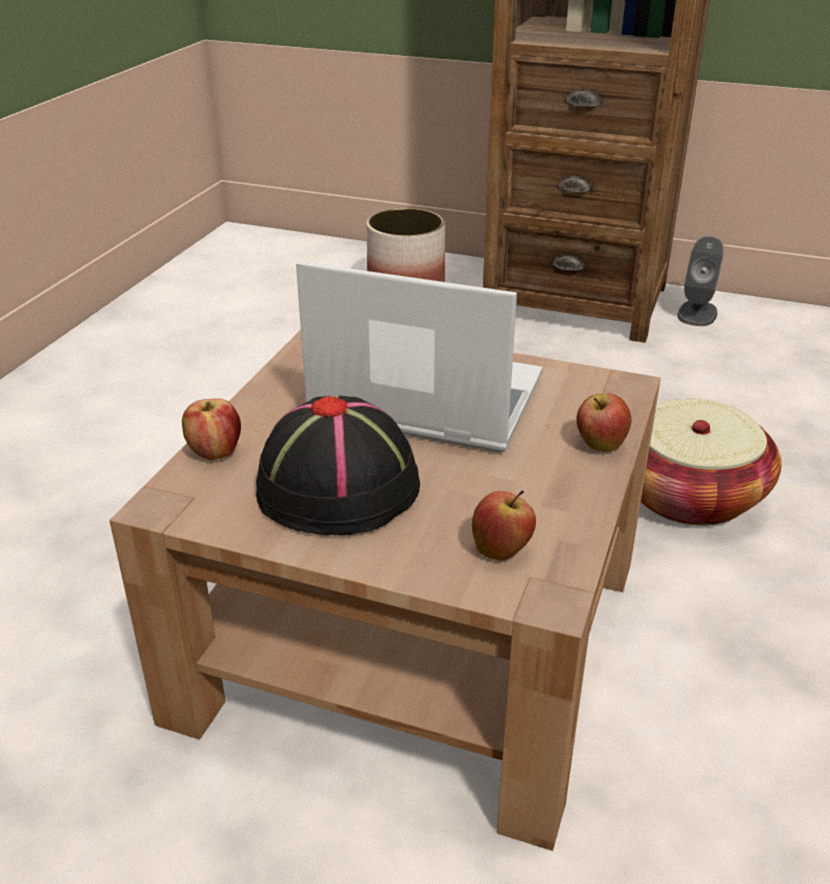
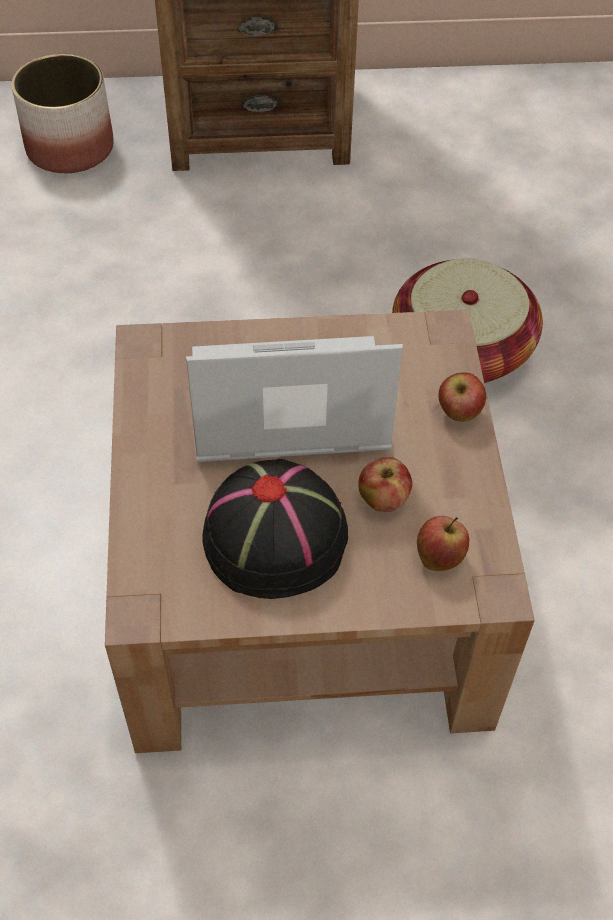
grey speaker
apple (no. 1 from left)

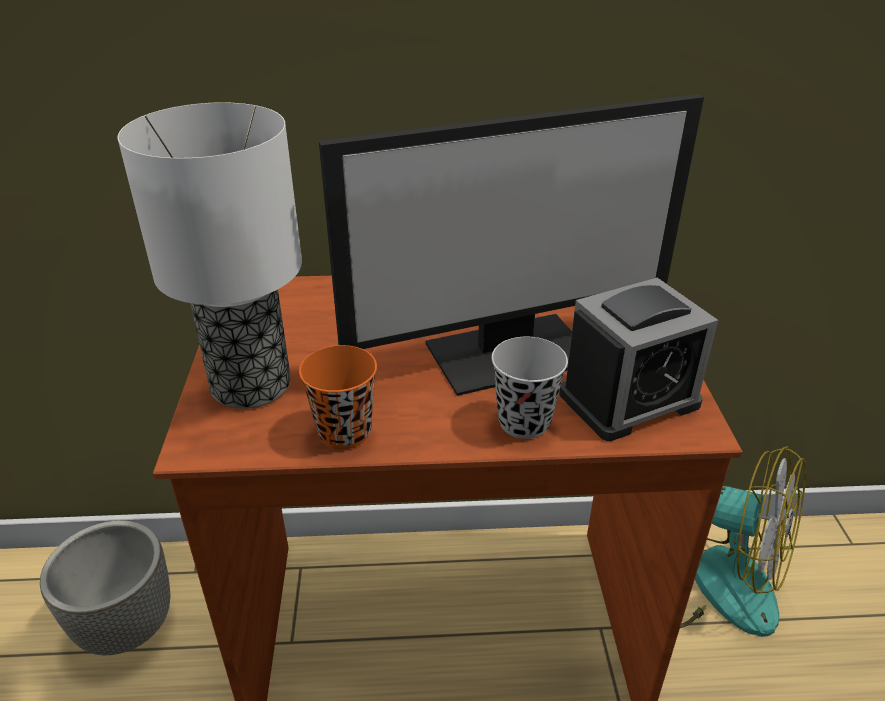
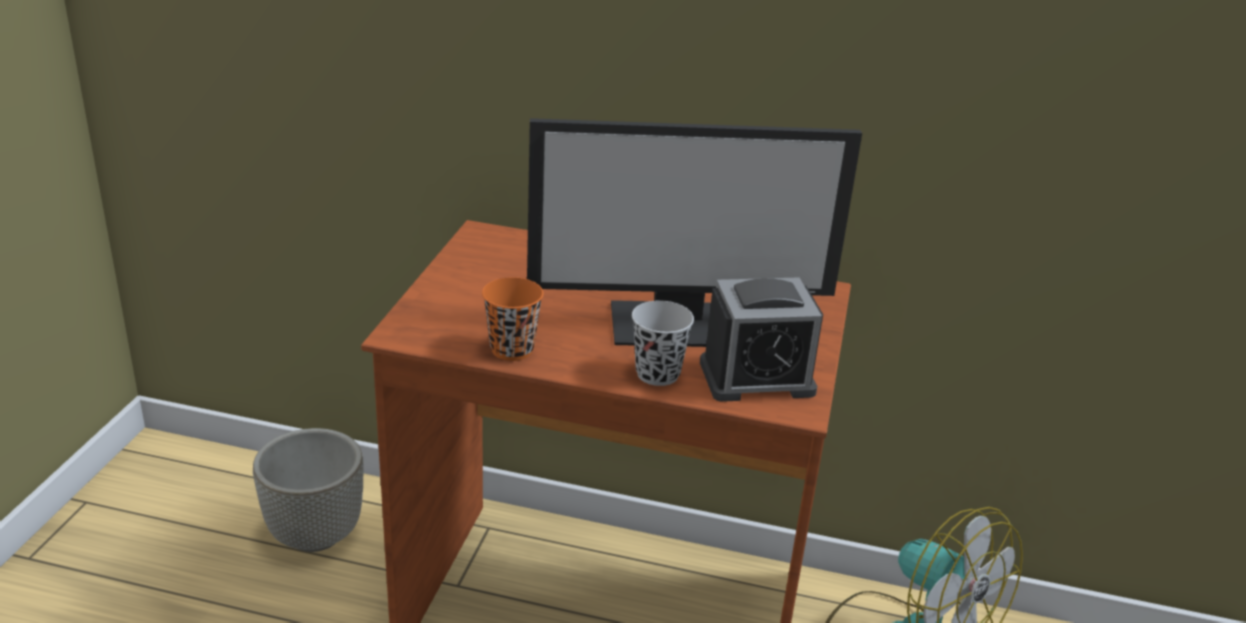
table lamp

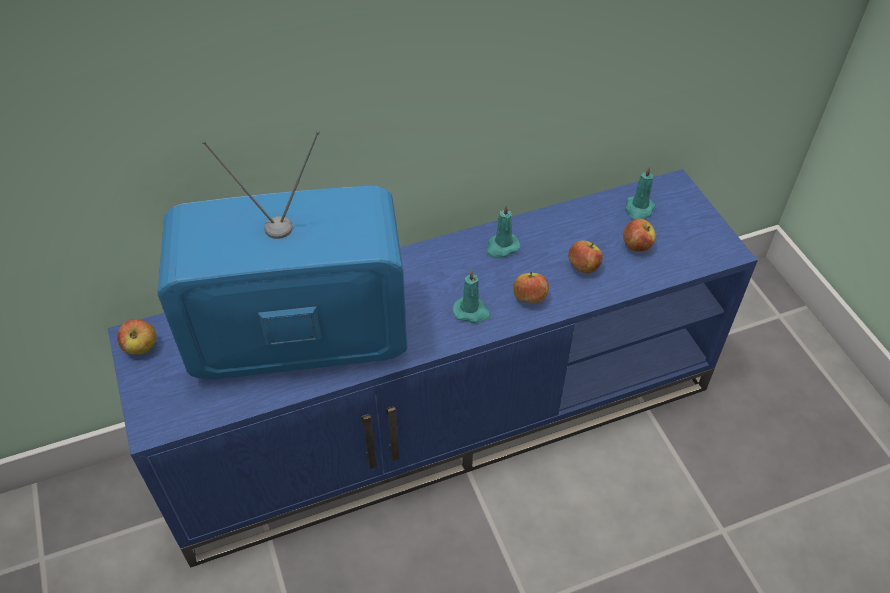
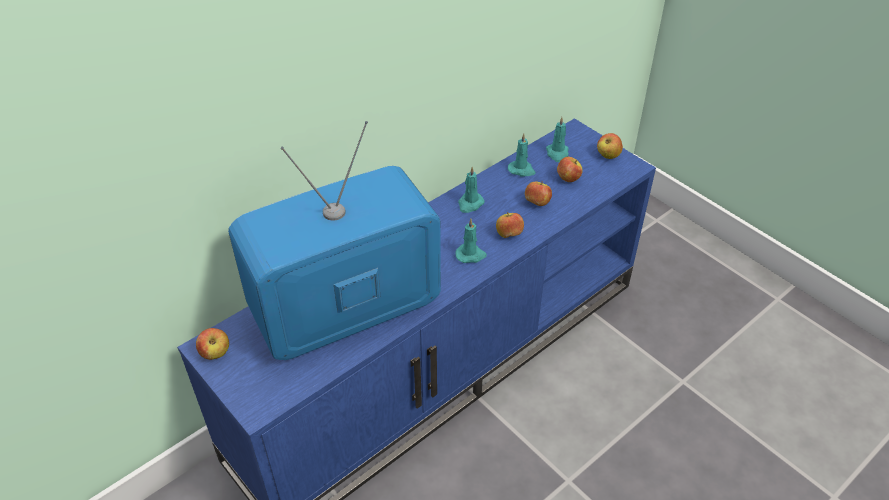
turquoise candle (no. 3 from left)
apple (no. 5 from left)

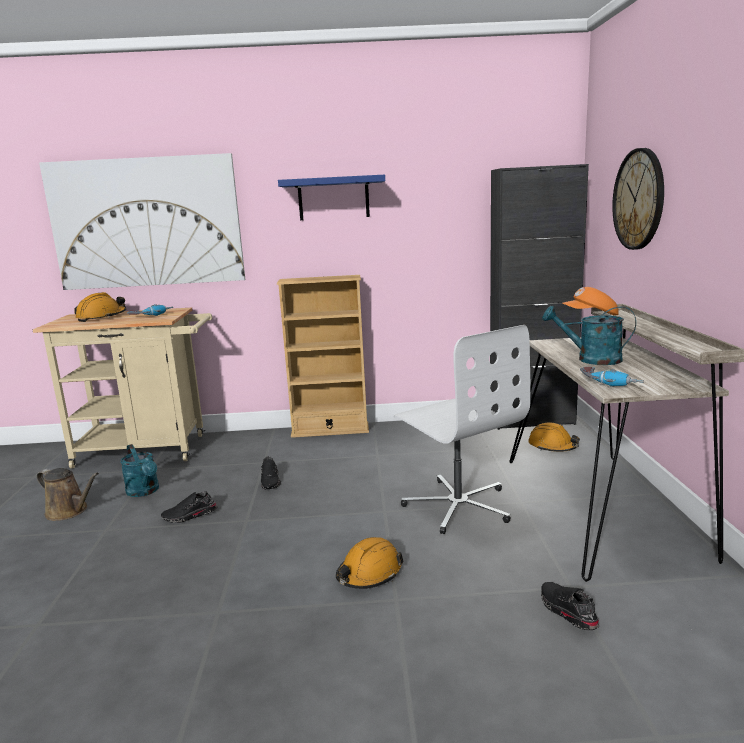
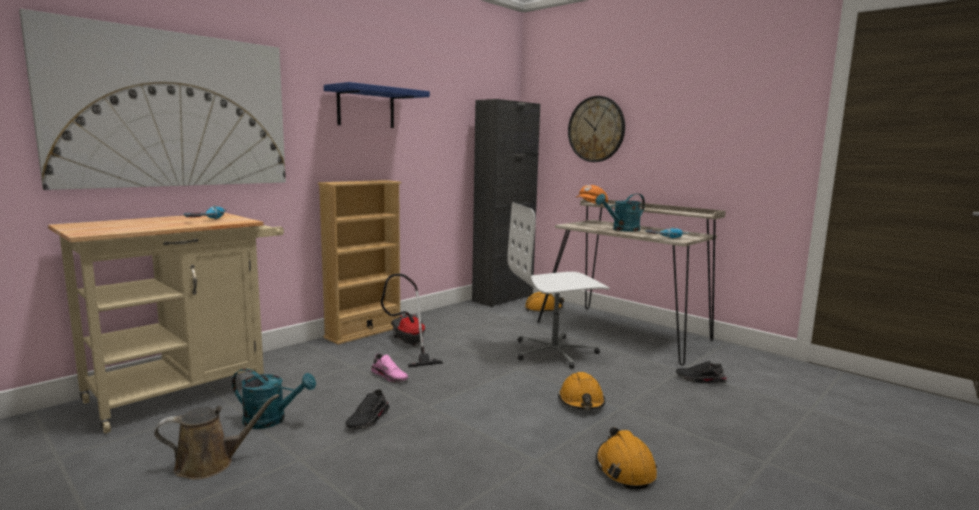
vacuum cleaner
orange hard hat (no. 3 from left)
pink shoe
white office chair

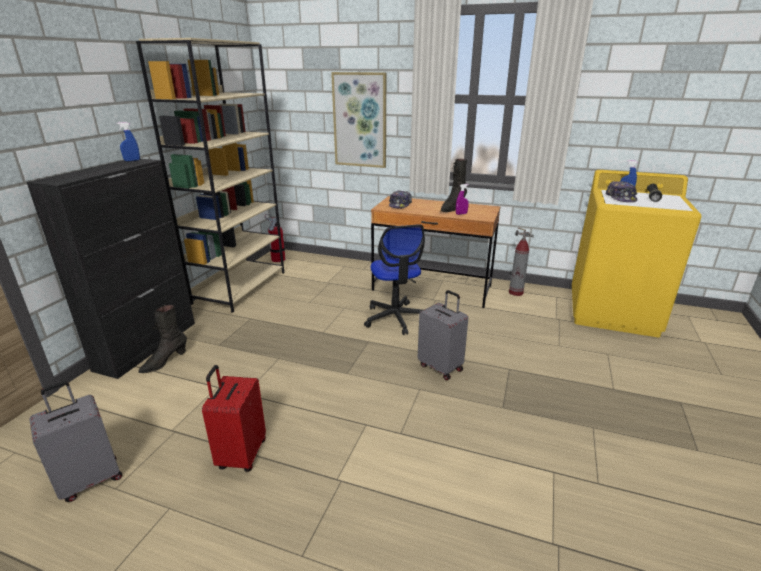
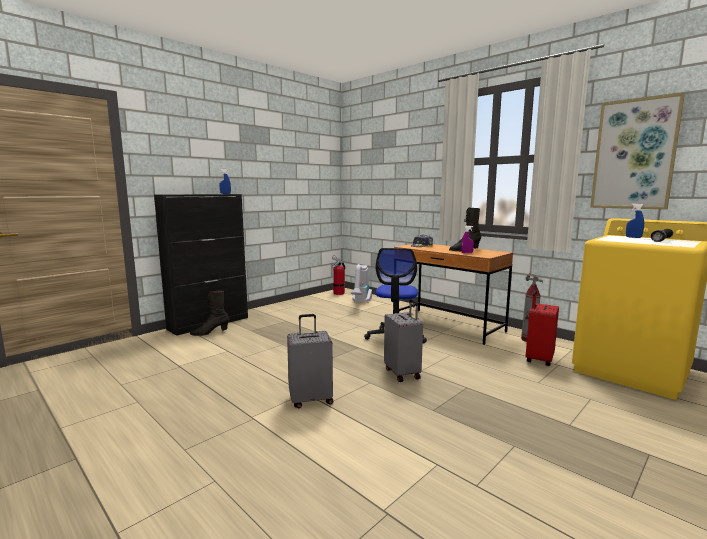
beige bookcase
cap (no. 2 from left in the first image)
vacuum cleaner
grey suitcase (no. 1 from left)
red suitcase
picture

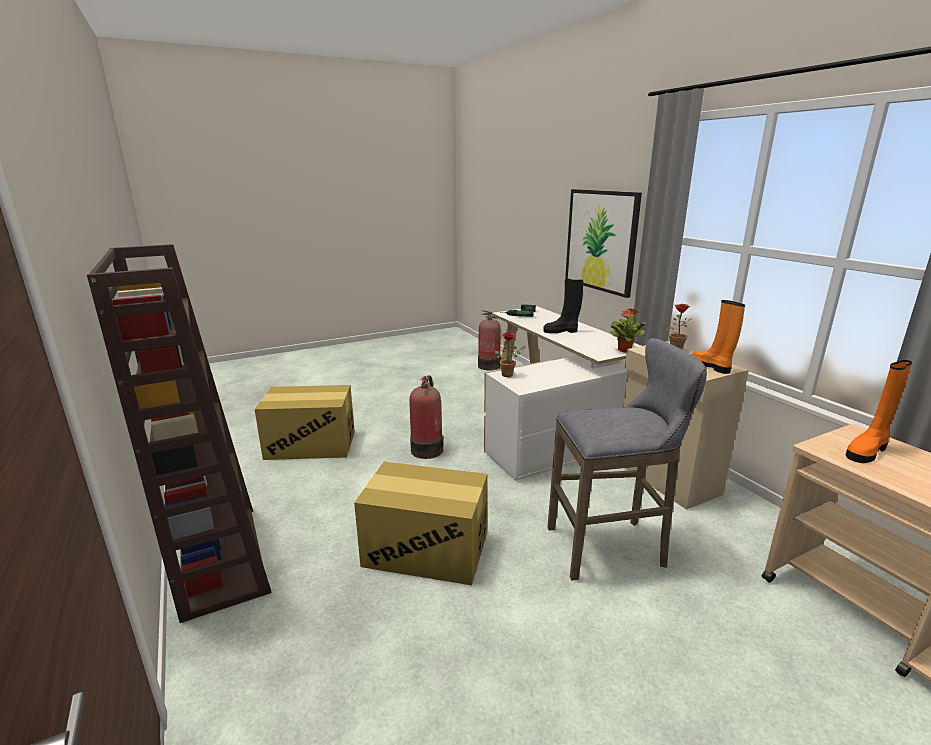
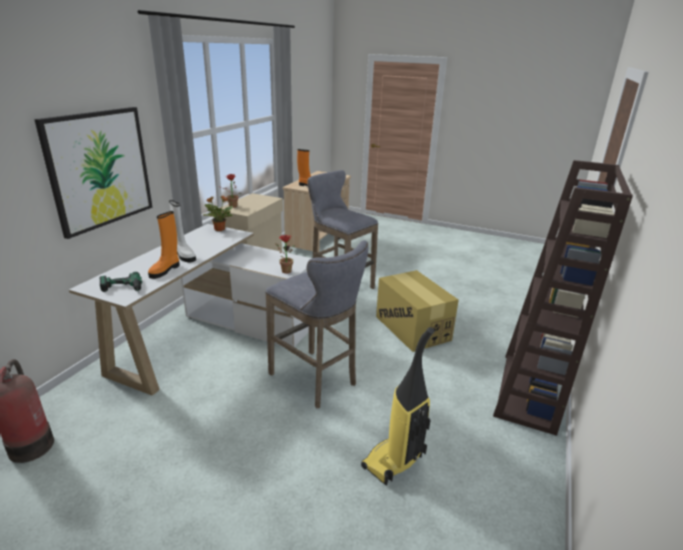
orange boot (no. 1 from left)
vacuum cleaner
grey stool (no. 1 from left)
white boot

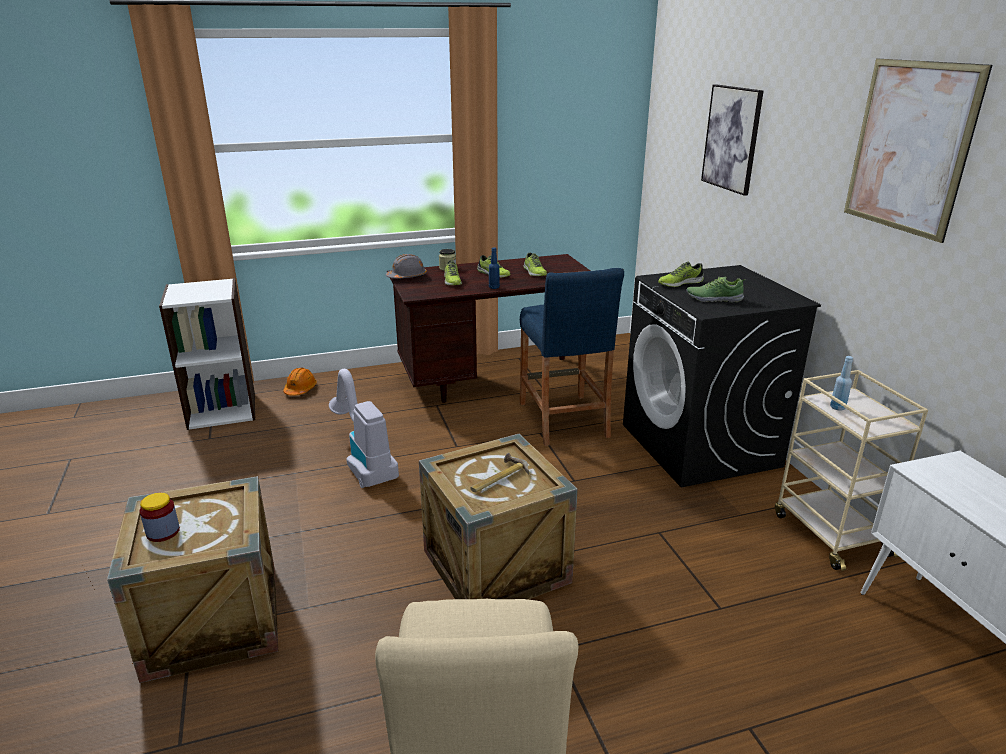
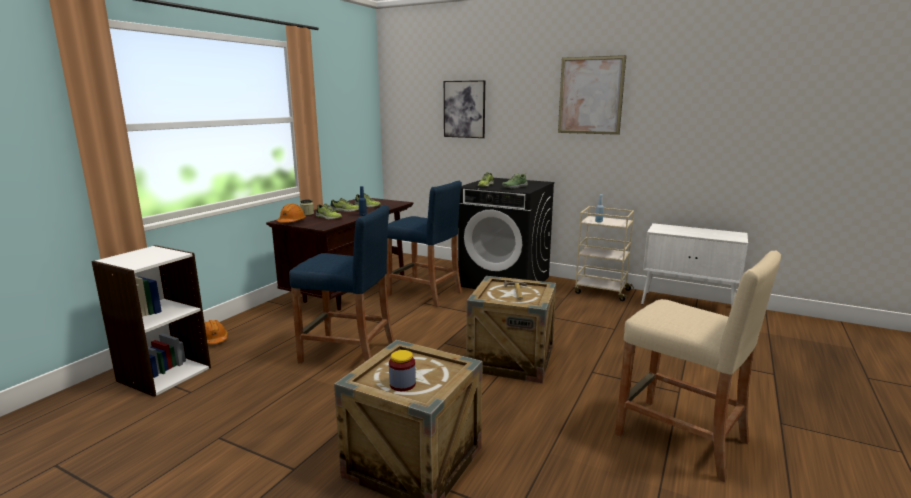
blue stool (no. 1 from left)
orange hard hat (no. 2 from left)

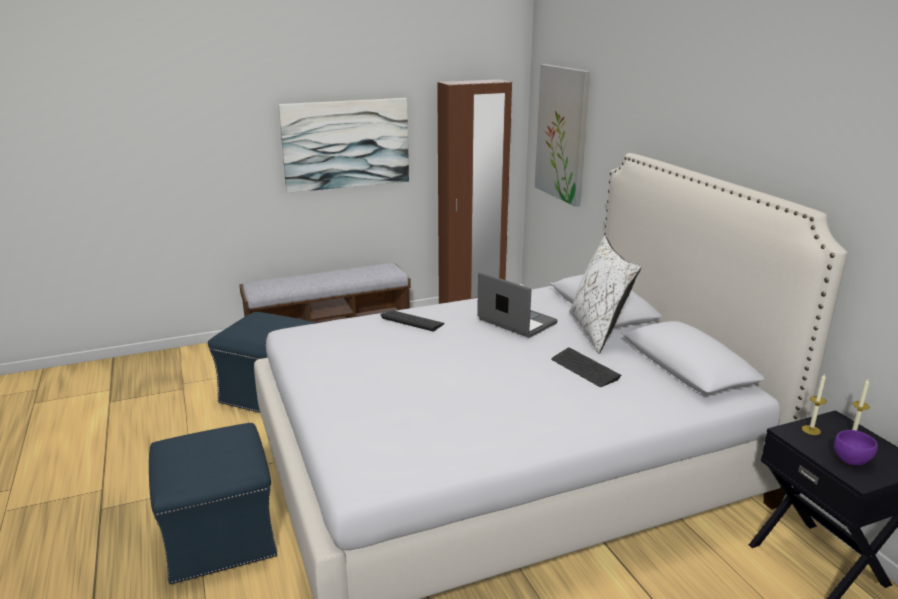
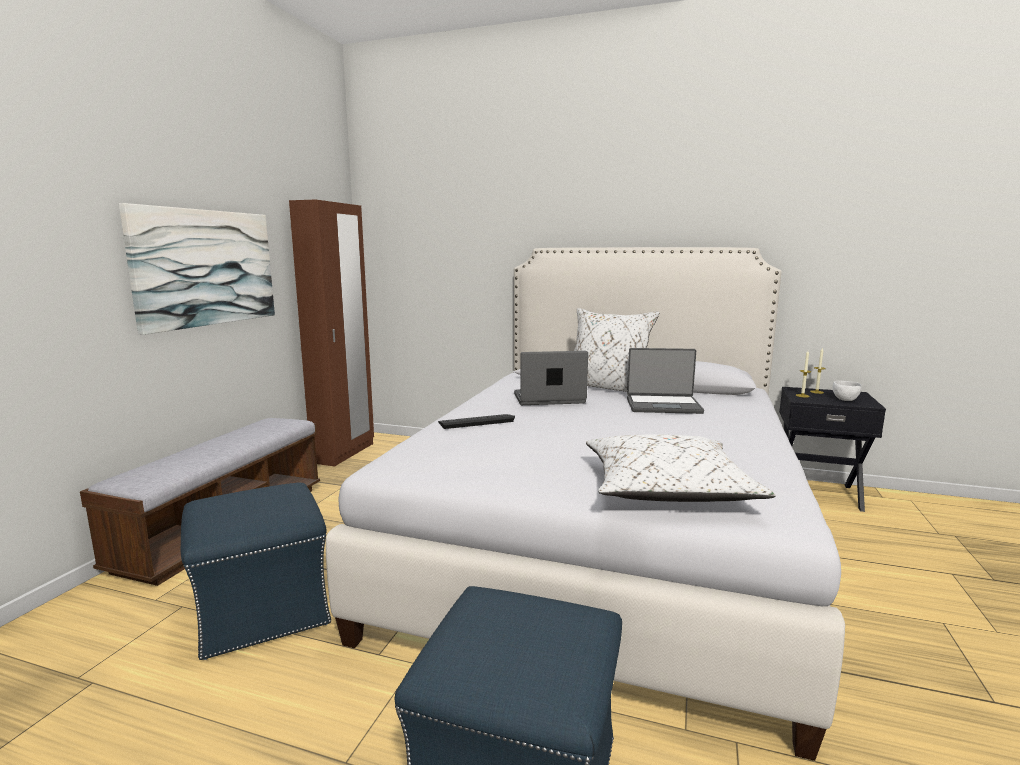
picture (no. 2 from left in the first image)
white pillow (no. 2 from left)
laptop (no. 2 from left)
white bowl

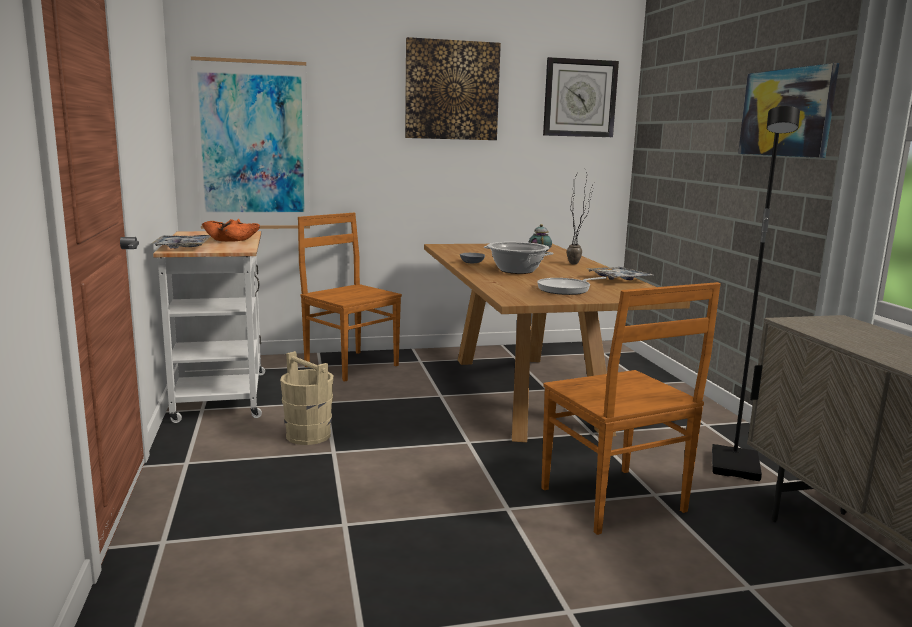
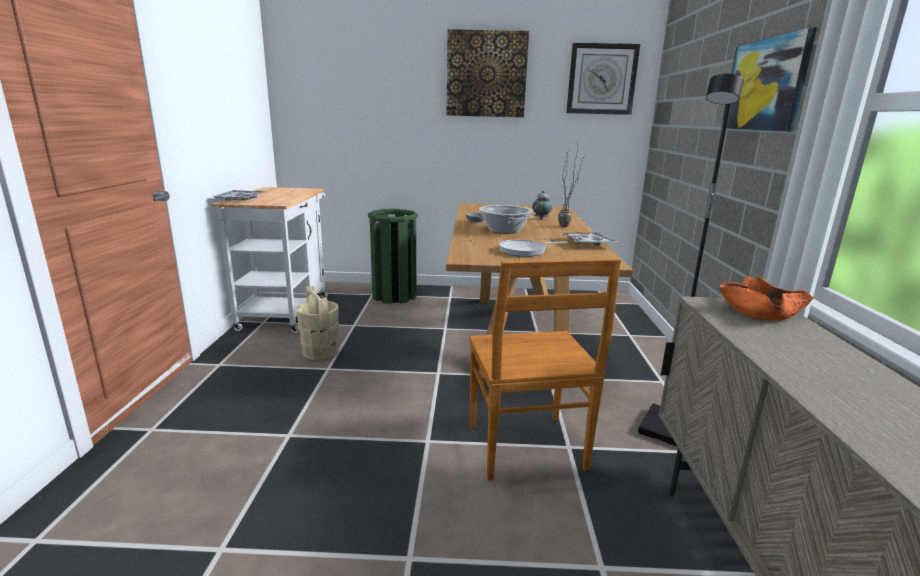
picture (no. 1 from left in the first image)
orange bowl
green trash can

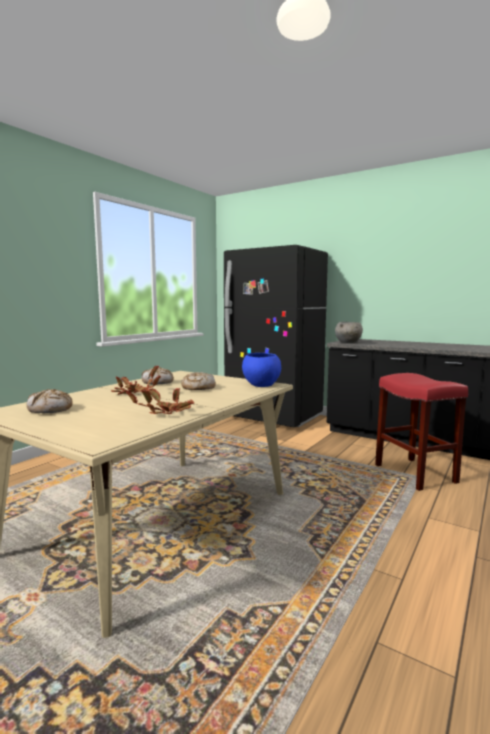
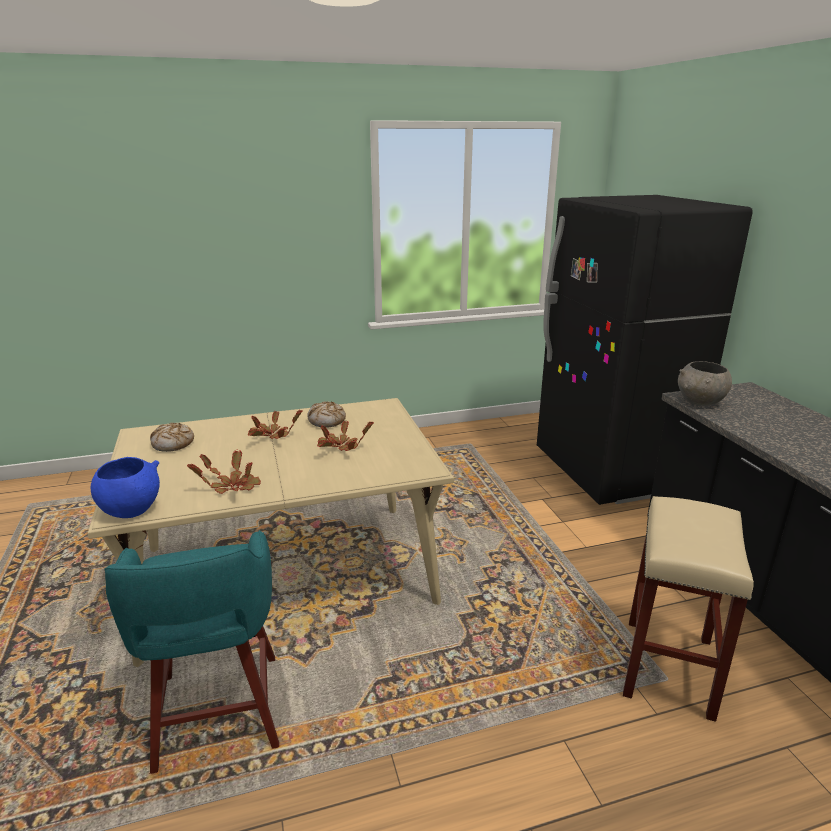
turquoise stool
blue bowl
potted plant (no. 3 from left)
beige stool

